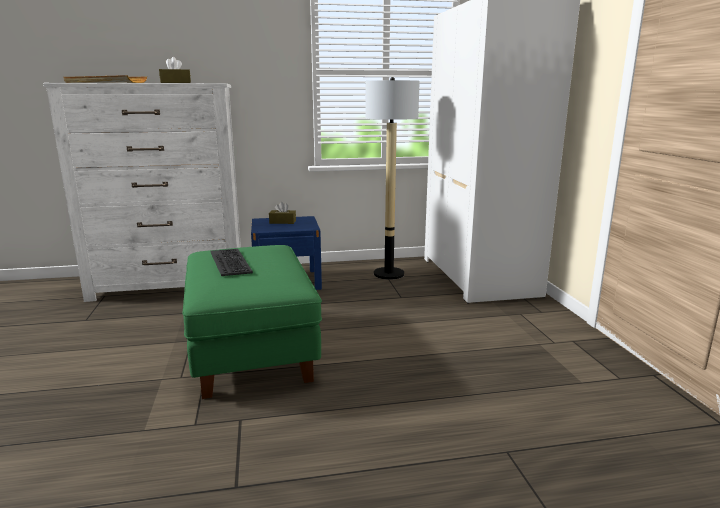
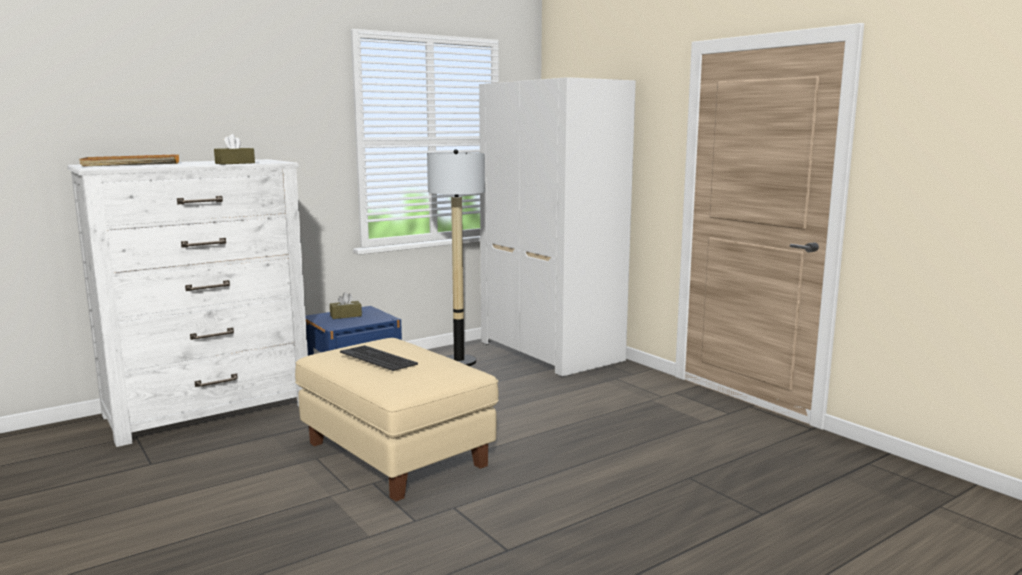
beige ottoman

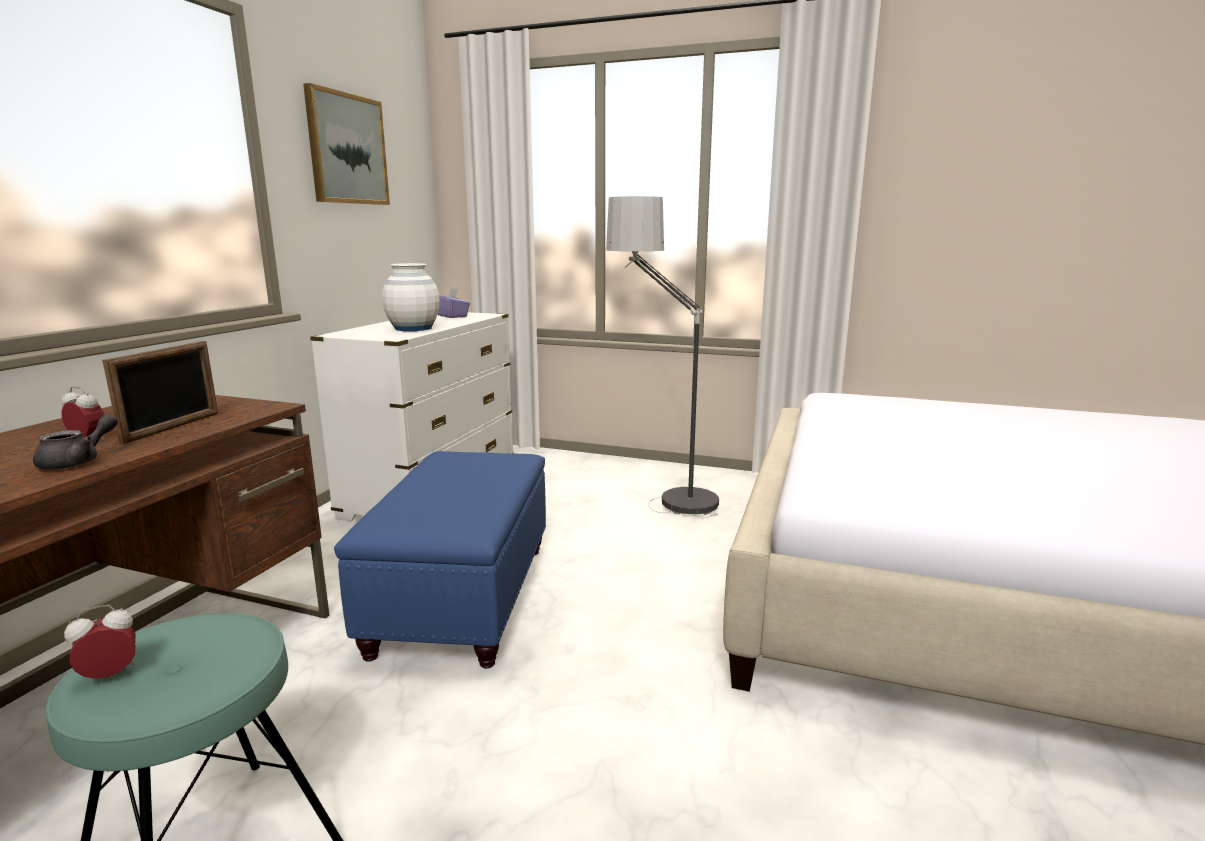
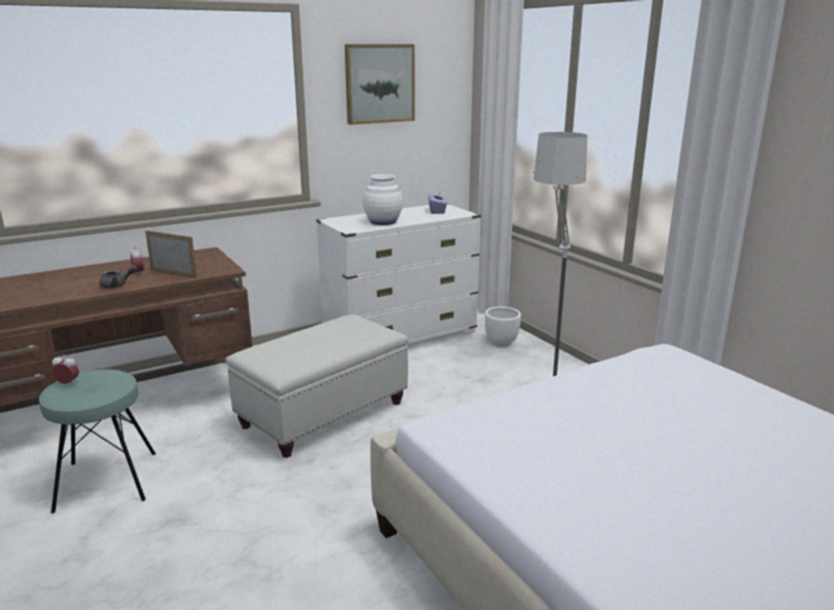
white planter
white ottoman
picture frame

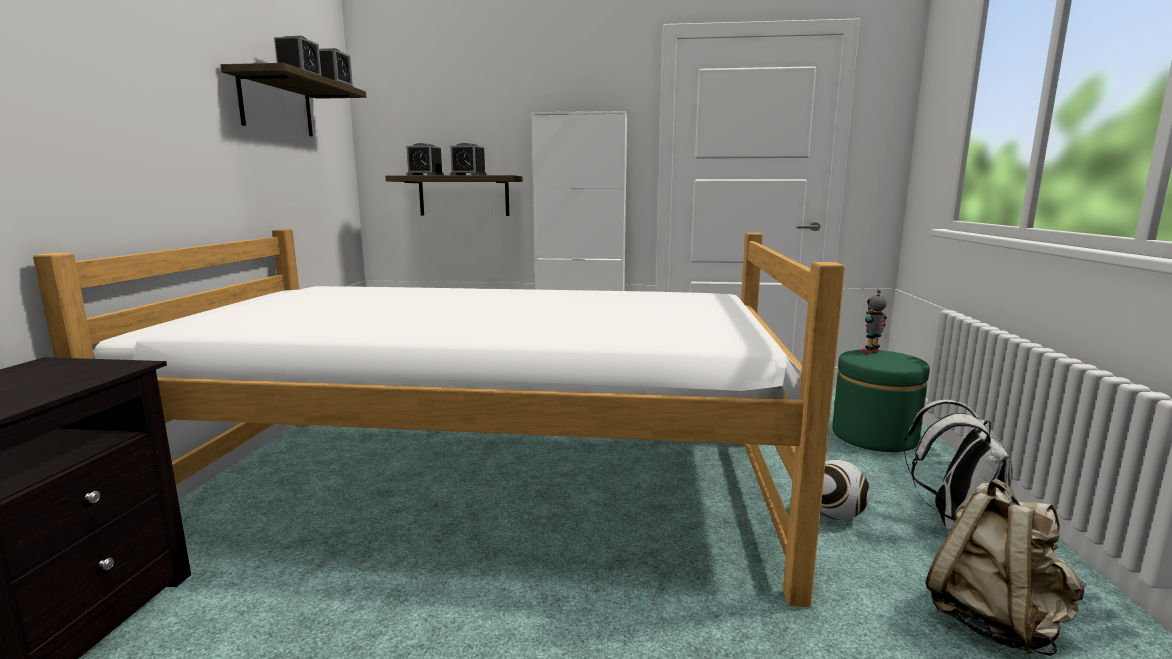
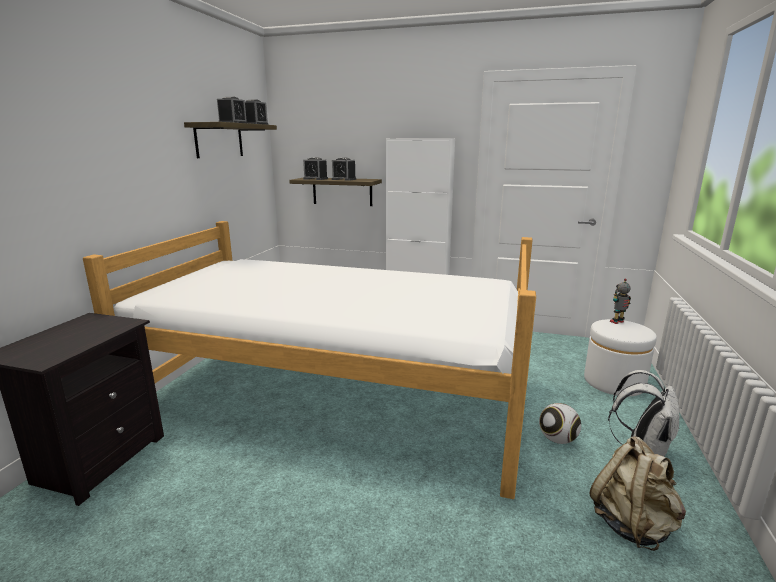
white ottoman

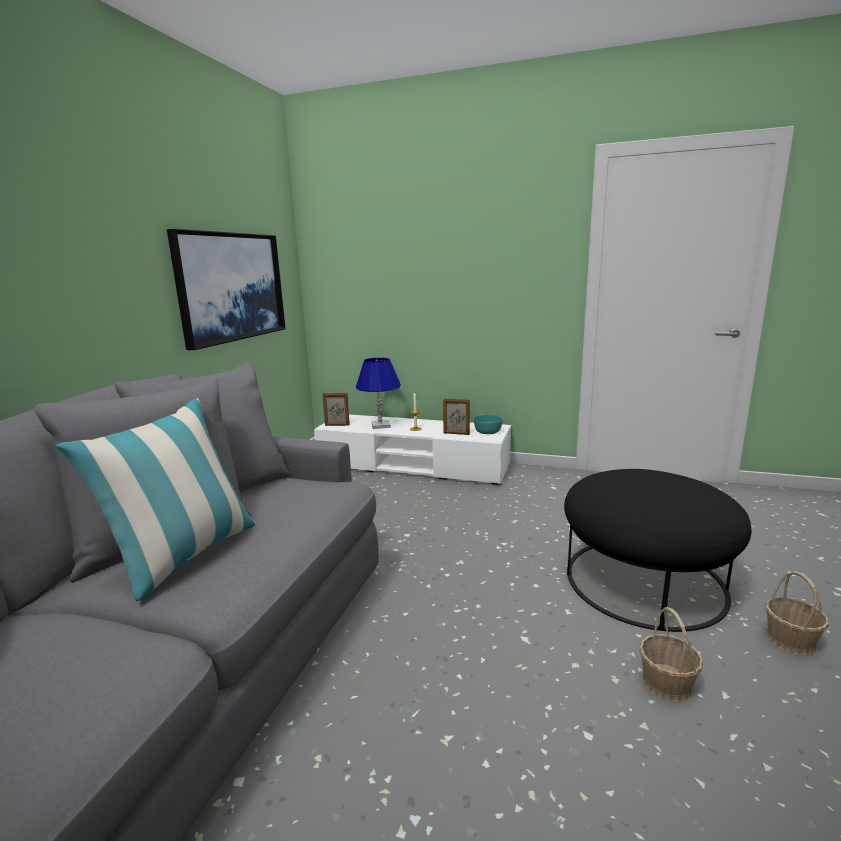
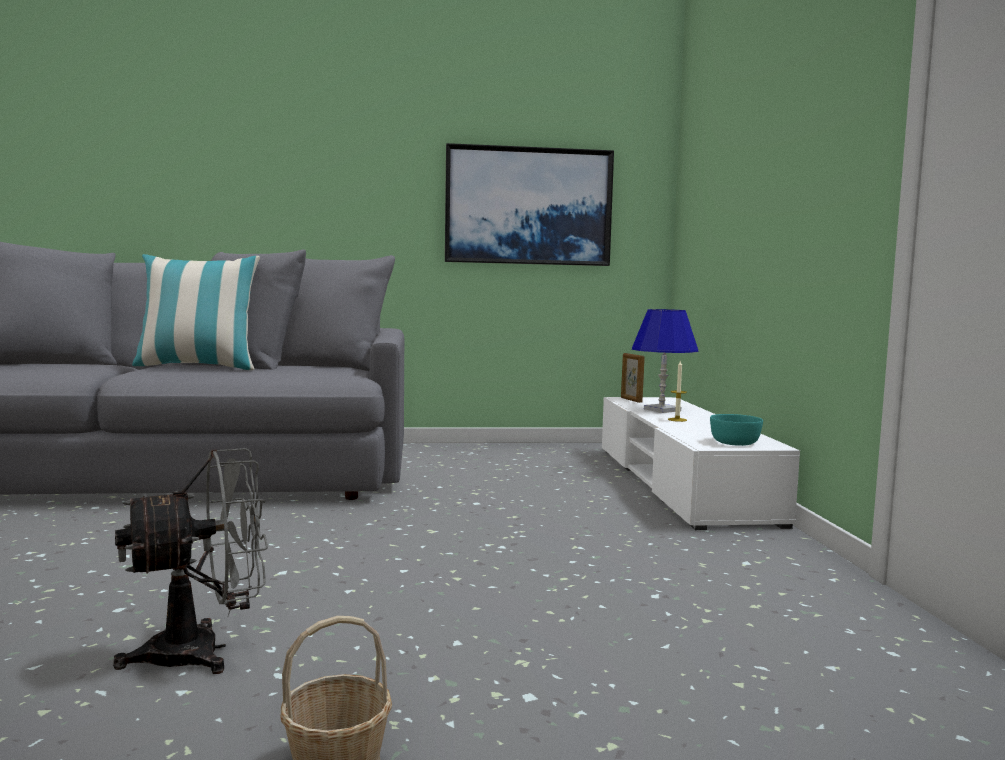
picture frame (no. 2 from left in the first image)
black ottoman
grey fan

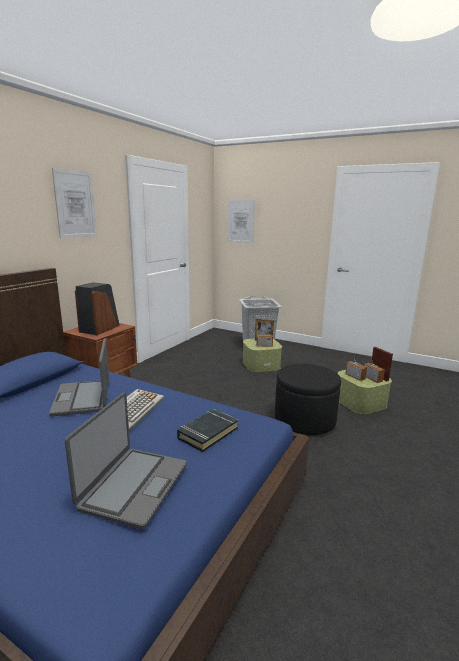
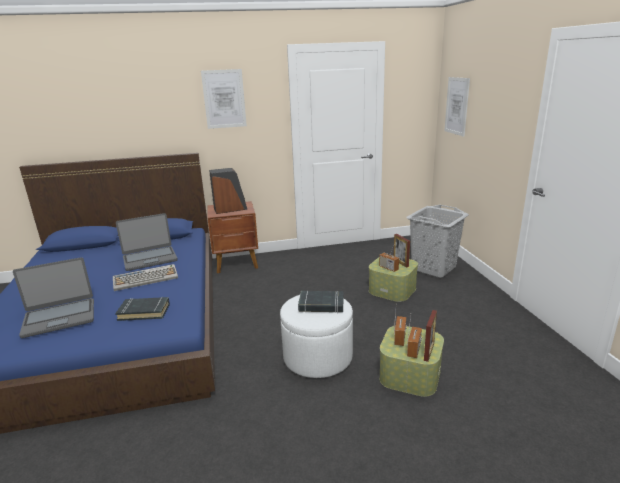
black book (no. 2 from left)
white ottoman
laptop (no. 2 from left)

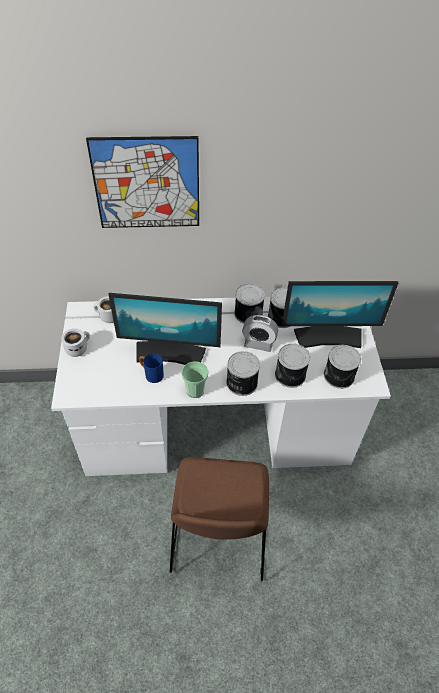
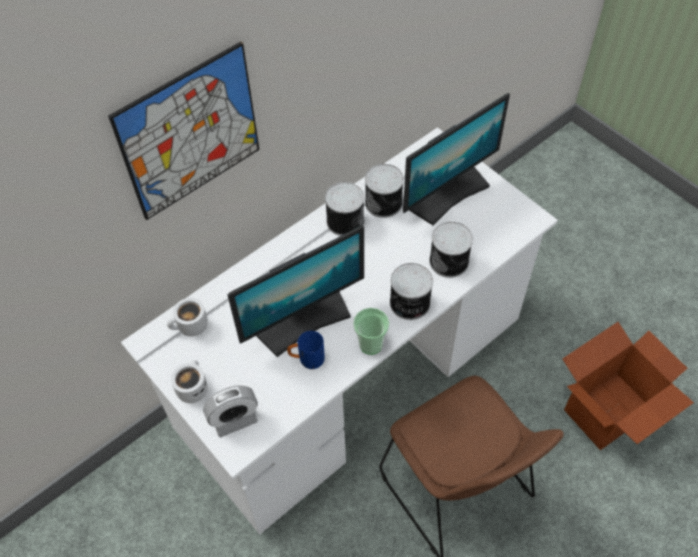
can (no. 5 from left in the first image)
cardboard box
alarm clock

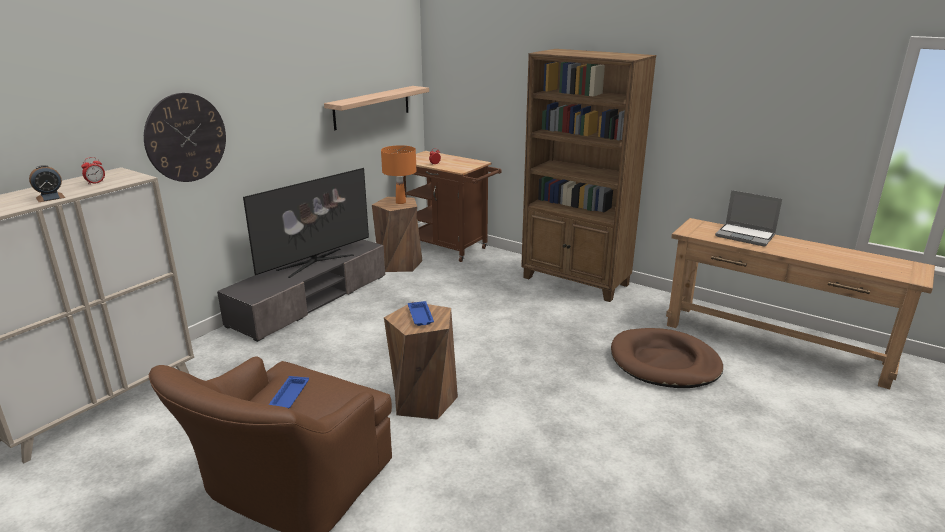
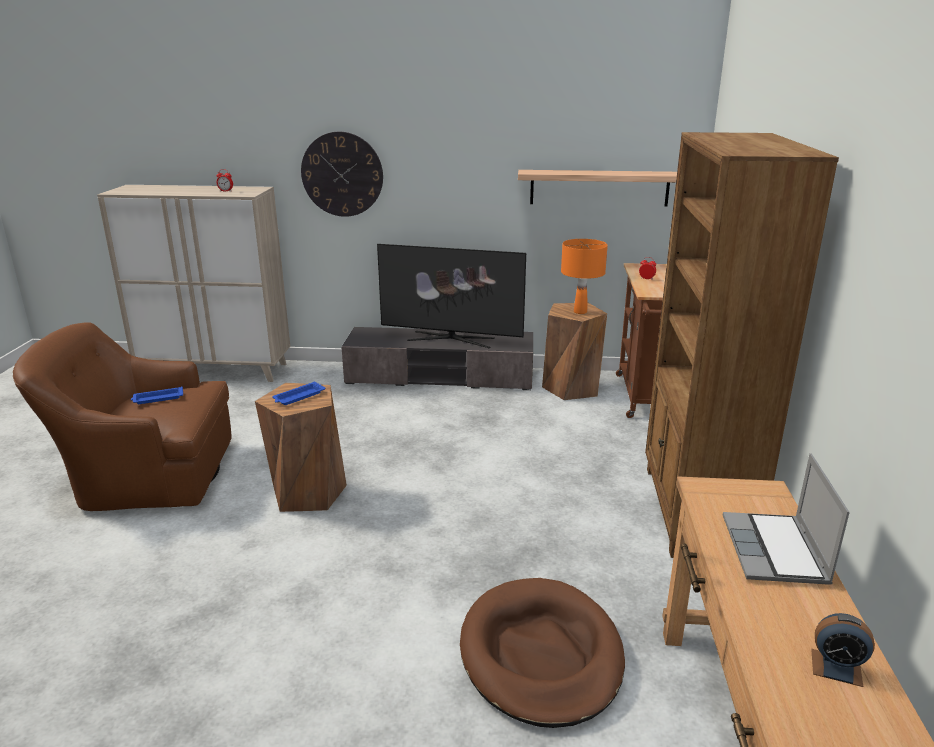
alarm clock (no. 3 from left)

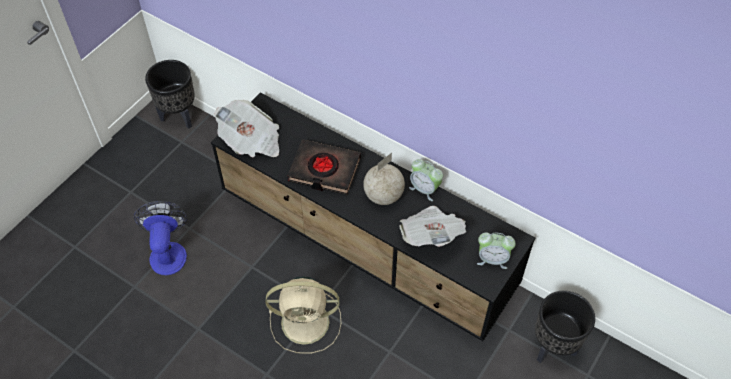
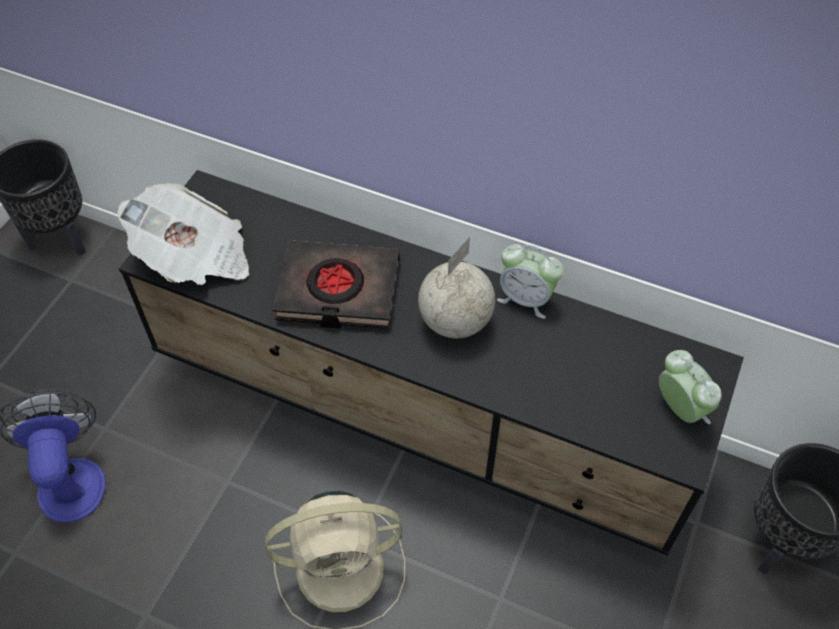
newspaper (no. 2 from left in the first image)
alarm clock (no. 2 from left)

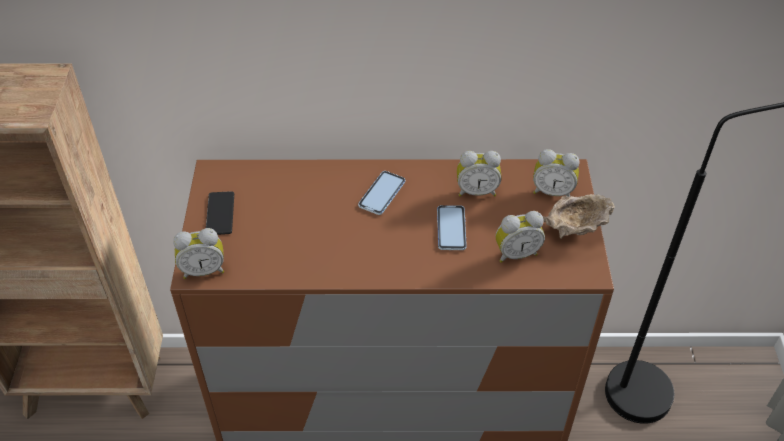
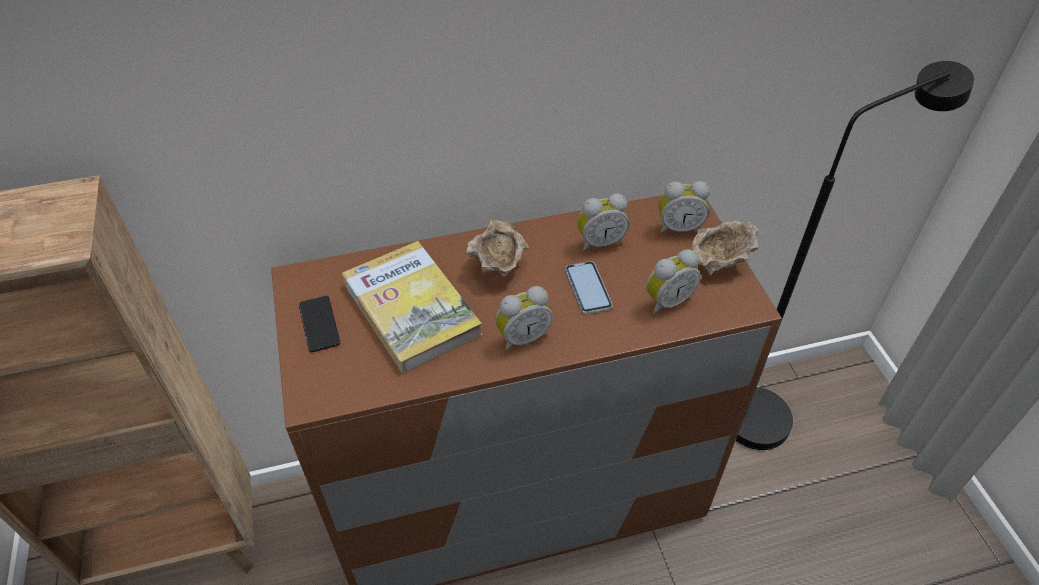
book
alarm clock (no. 1 from left)
beige bowl (no. 1 from left)

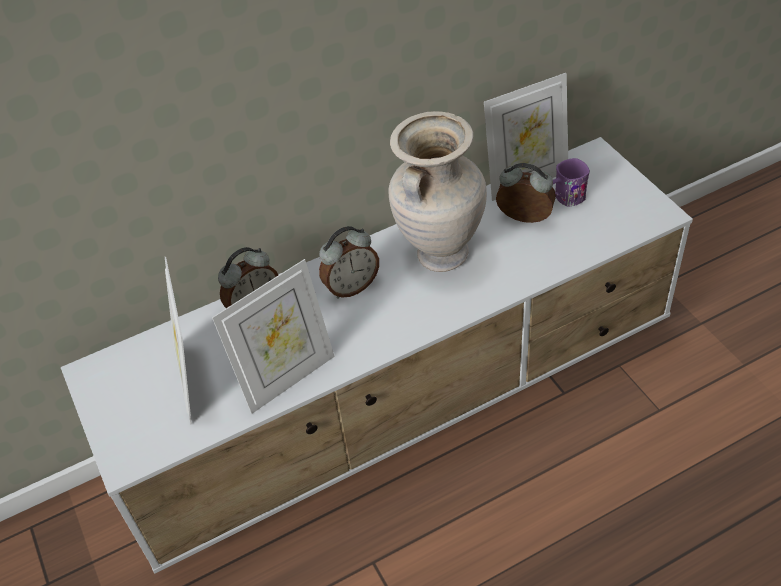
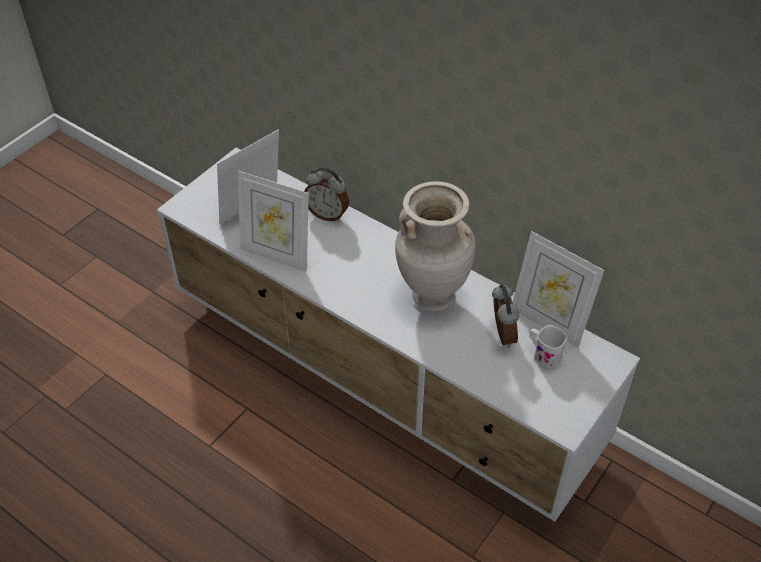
alarm clock (no. 2 from left in the first image)
white mug

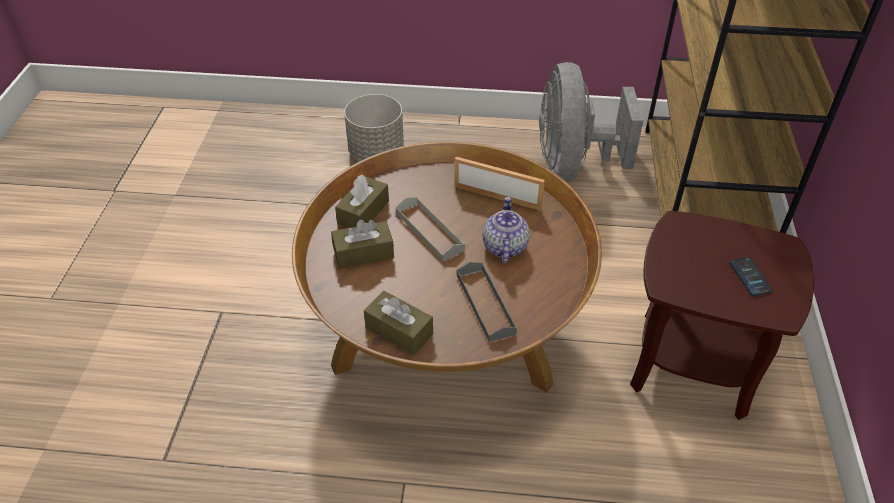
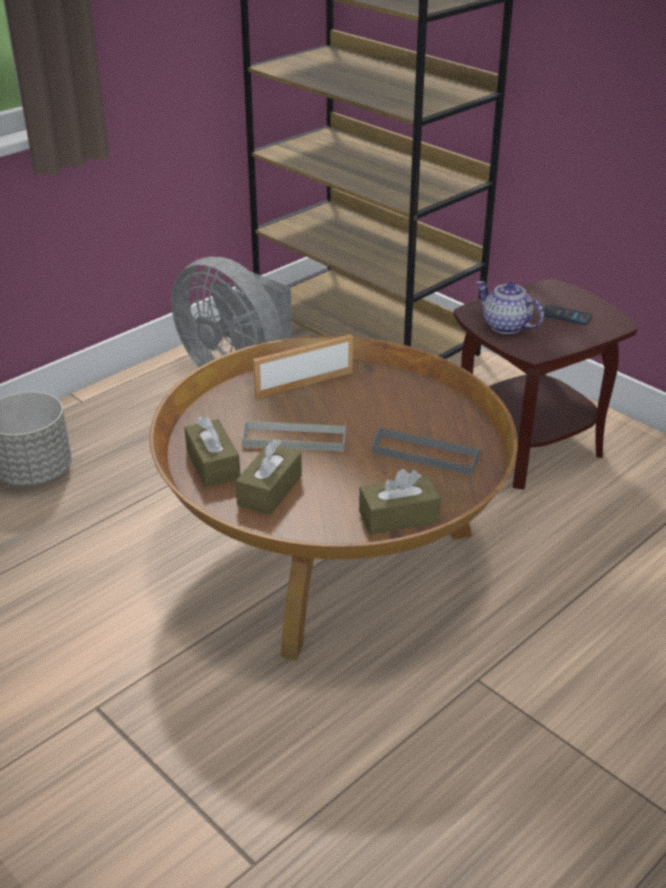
teapot

